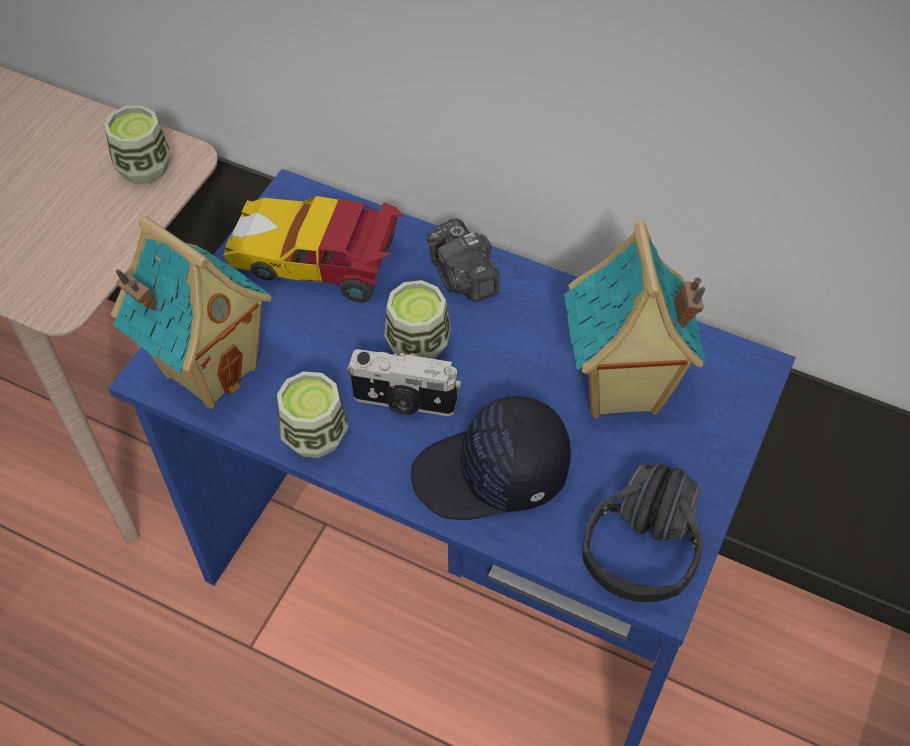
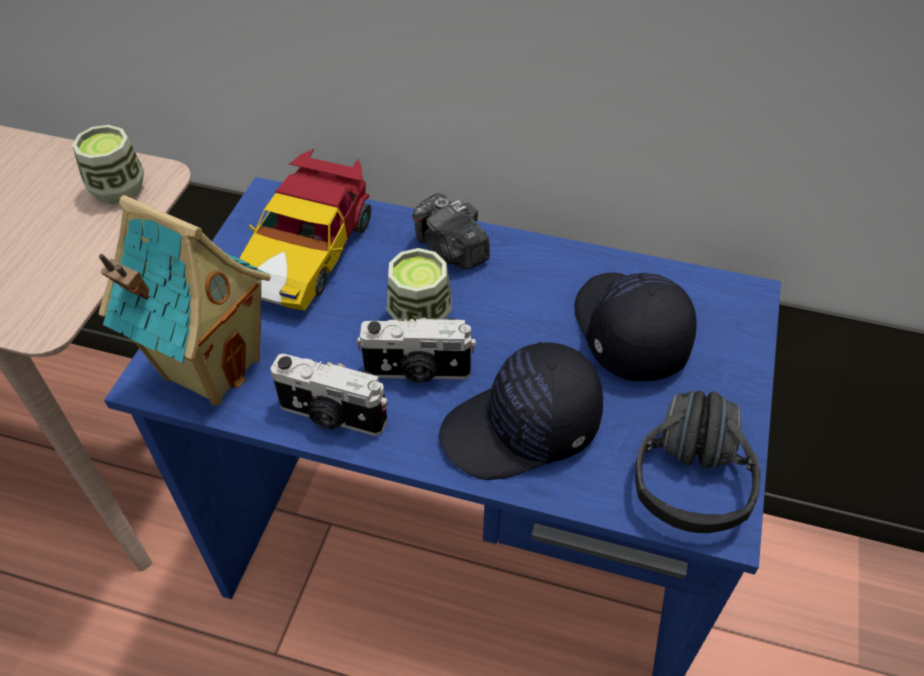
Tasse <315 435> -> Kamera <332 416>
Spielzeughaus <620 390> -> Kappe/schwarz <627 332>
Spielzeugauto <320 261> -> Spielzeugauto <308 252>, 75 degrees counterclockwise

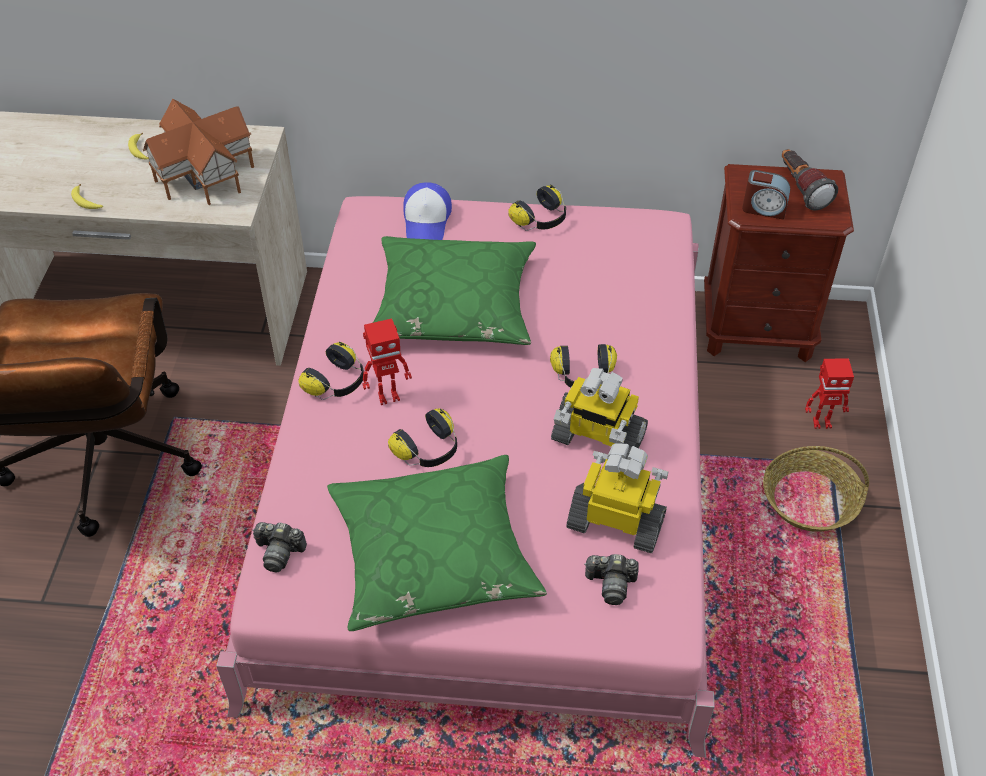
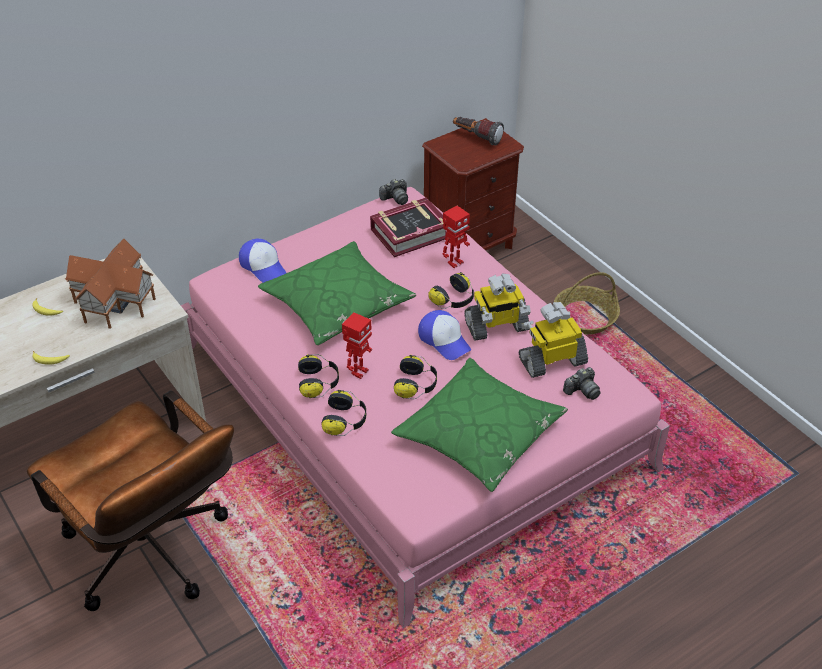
Wecker <764 208> -> none
none -> Buch <410 233>
none -> Kappe <444 340>
Kamera <279 552> -> Kamera <395 198>, shifted
Kopfhörer <541 220> -> Kopfhörer <346 421>, shifted
Spielzeugroboter <821 422> -> Spielzeugroboter <454 262>, shifted

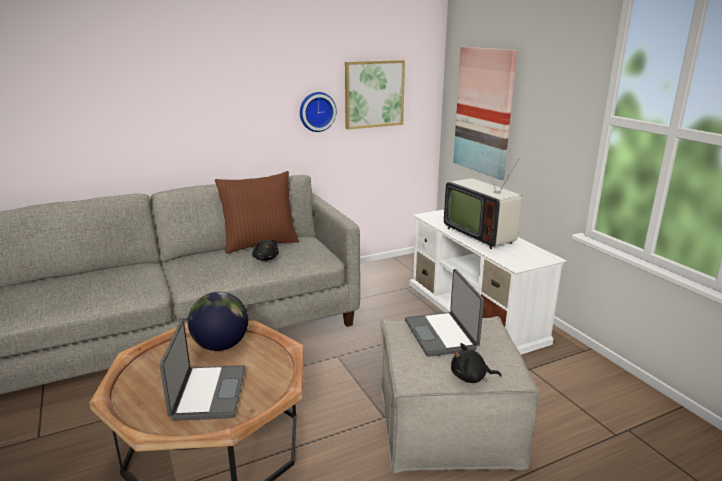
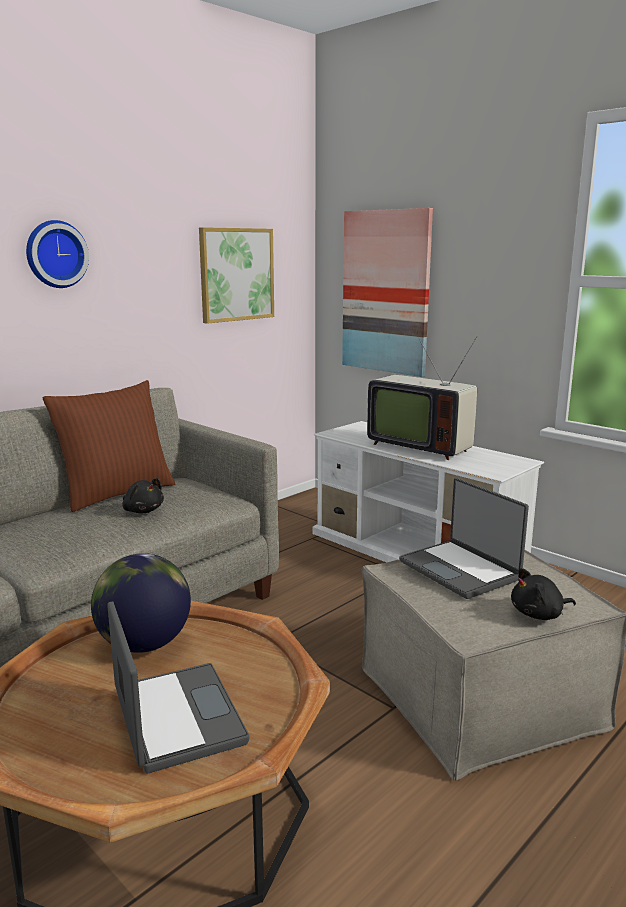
Wanduhr <316 111> -> Wanduhr <55 254>, shifted

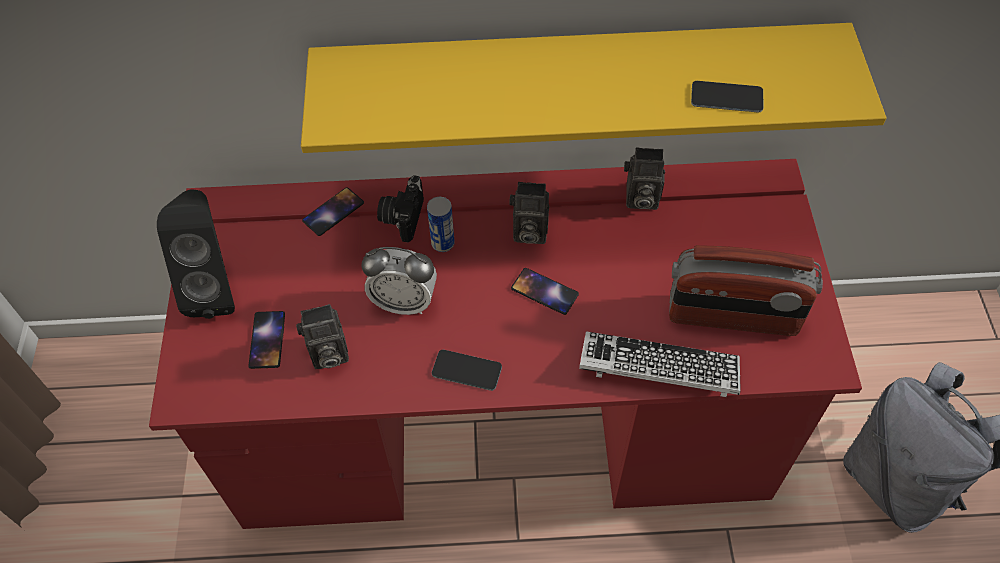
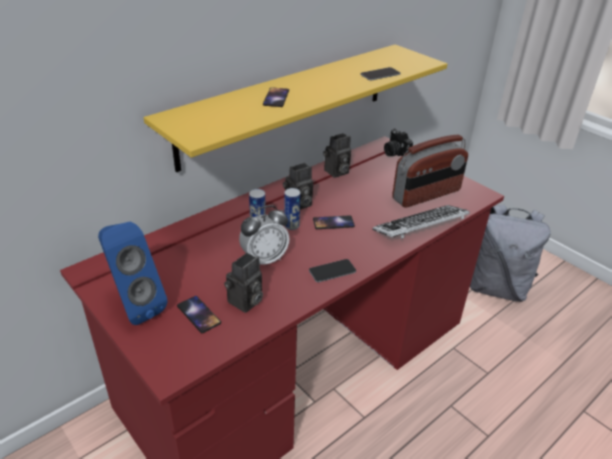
none -> Dose <291 226>
Handy <333 212> -> Handy <276 97>, shifted
Kamera <402 217> -> Kamera <395 153>, shifted
Lautsprecher/schwarz <216 288> -> Lautsprecher/blau <135 306>

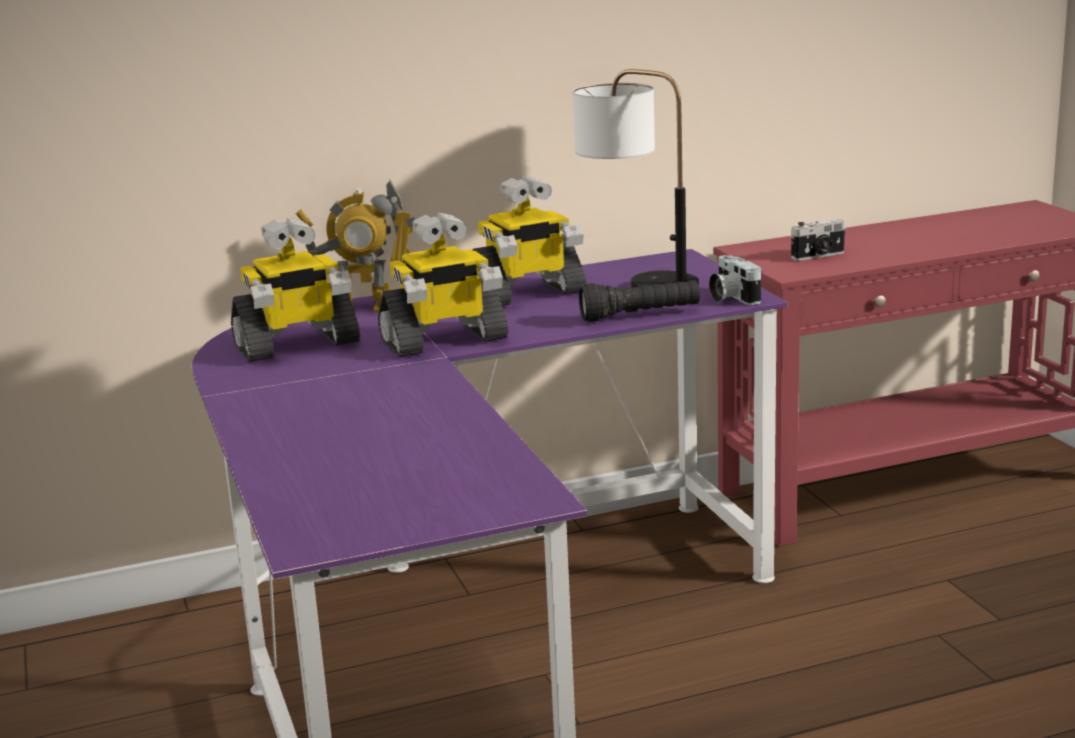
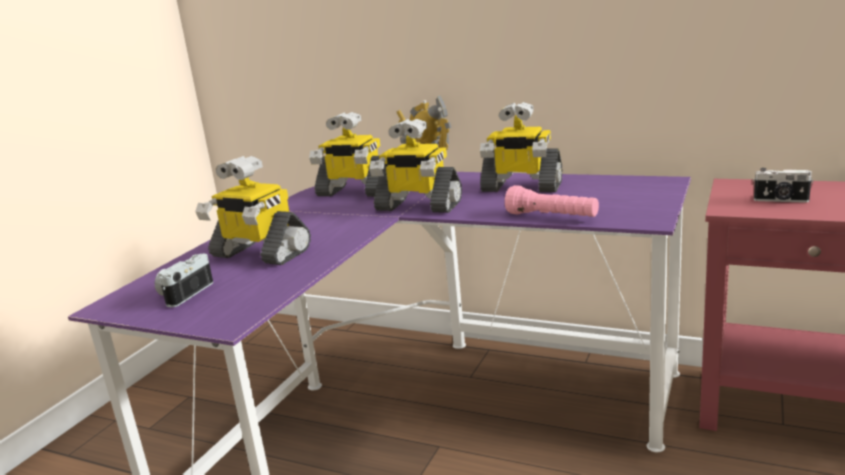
Tischlampe <637 282> -> none
none -> Spielzeugroboter <259 254>
Kamera <730 297> -> Kamera <184 293>, shifted
Taschenlampe/schwarz <640 315> -> Taschenlampe/rosa <552 217>

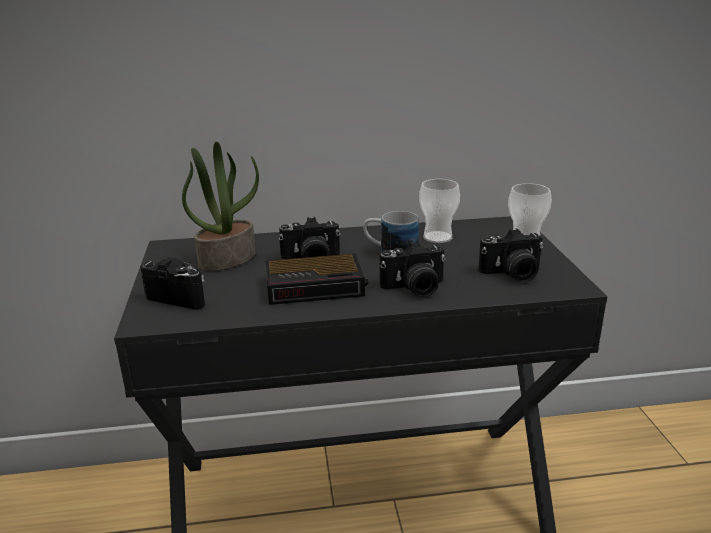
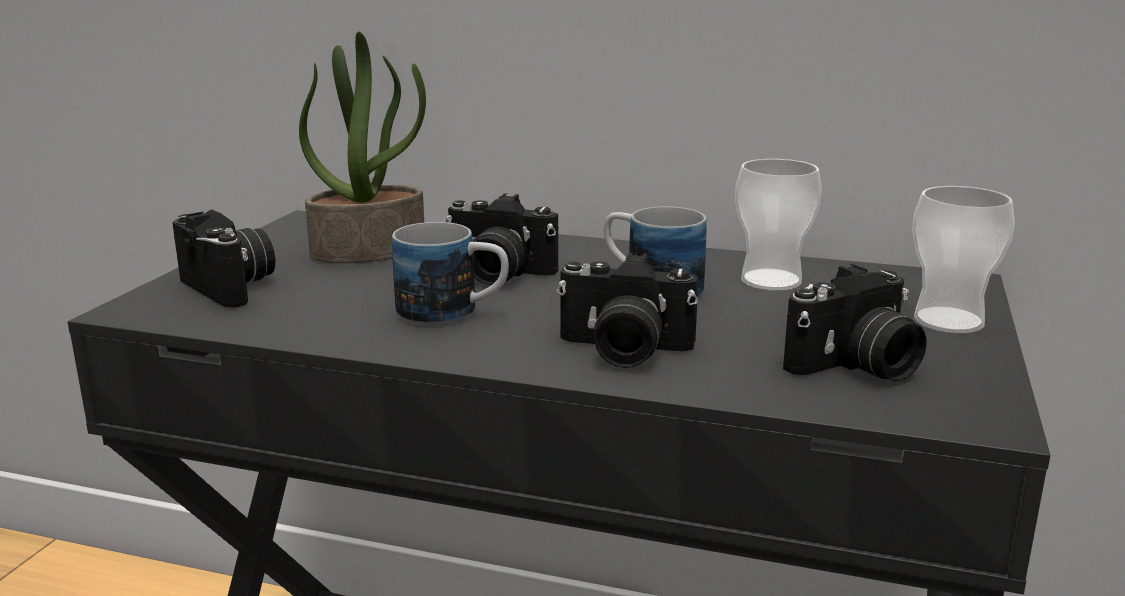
Wecker <317 286> -> Henkelbecher <453 314>
Kamera <512 274> -> Kamera <858 367>, 45 degrees counterclockwise

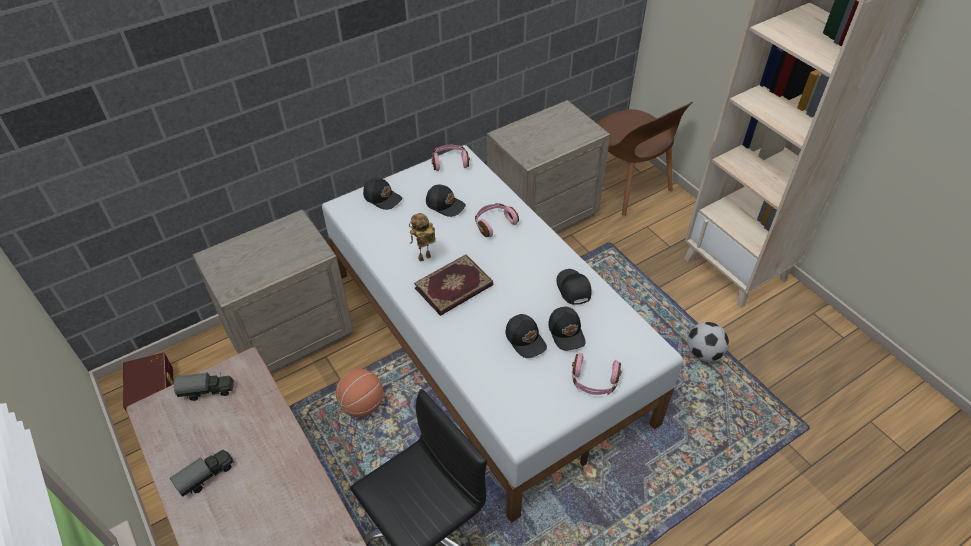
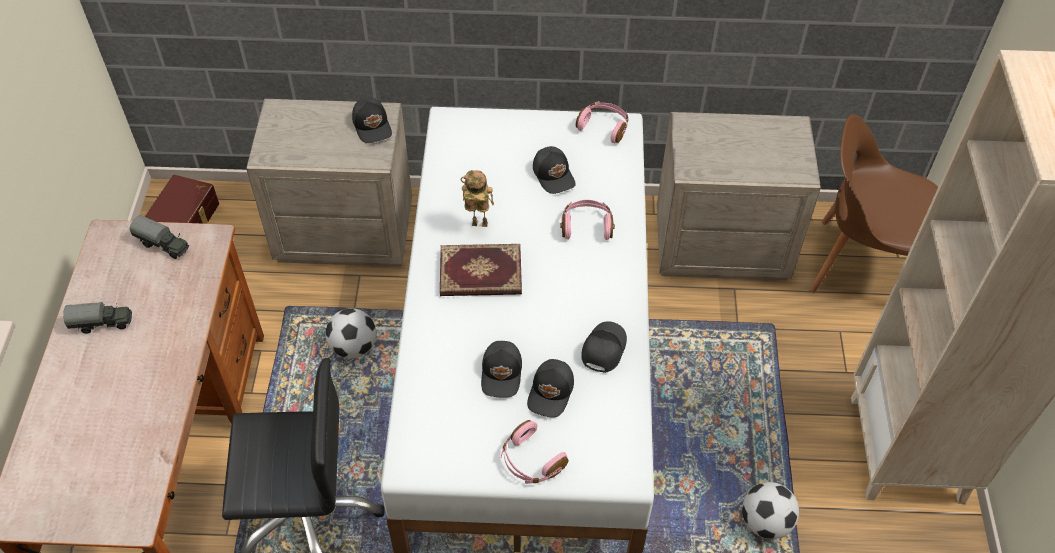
Kappe/schwarz <382 197> -> Kappe/schwarz <373 125>, shifted
Basketball <362 405> -> Fußball <354 347>
Stuhl/braun <626 185> -> Stuhl/braun <862 265>, 105 degrees clockwise

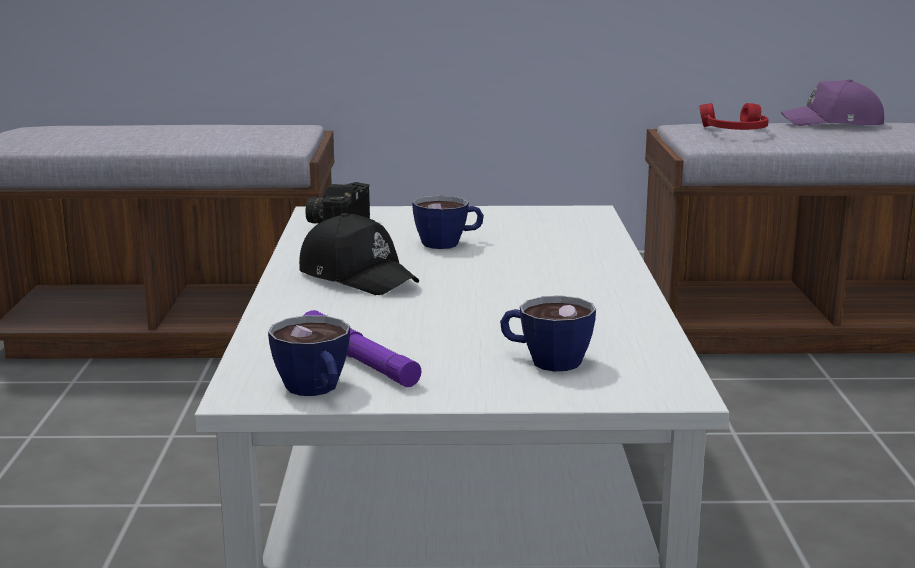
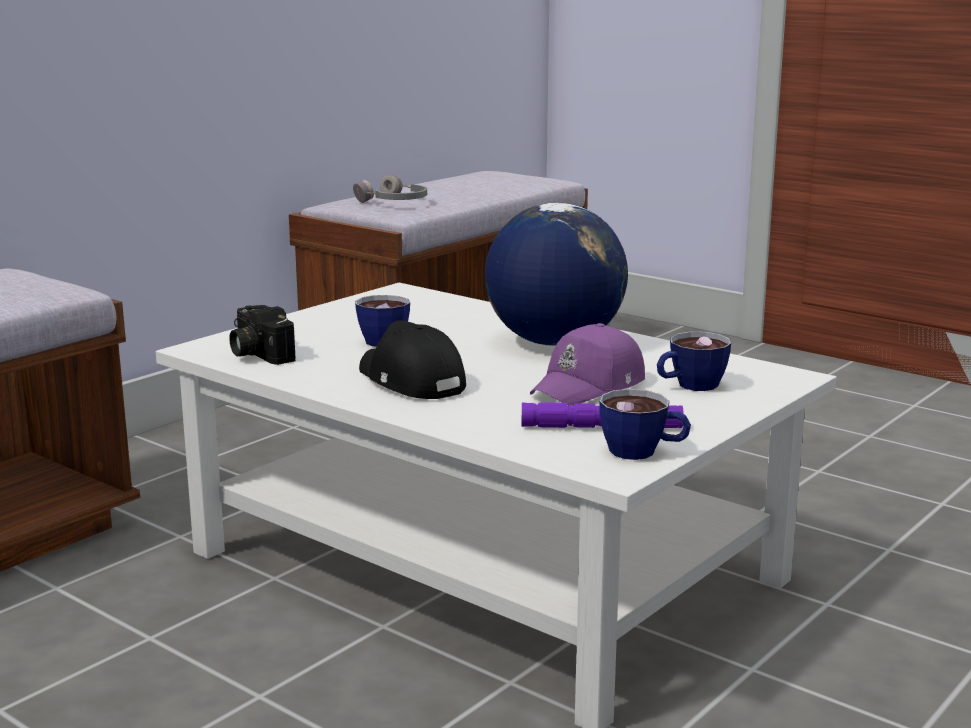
none -> Globus <554 342>
Kappe/lila <834 123> -> Kappe/lila <590 387>, shifted
Kopfhörer/rot <733 131> -> Kopfhörer/grau <394 202>
Kappe/schwarz <358 276> -> Kappe/schwarz <410 381>, 120 degrees counterclockwise

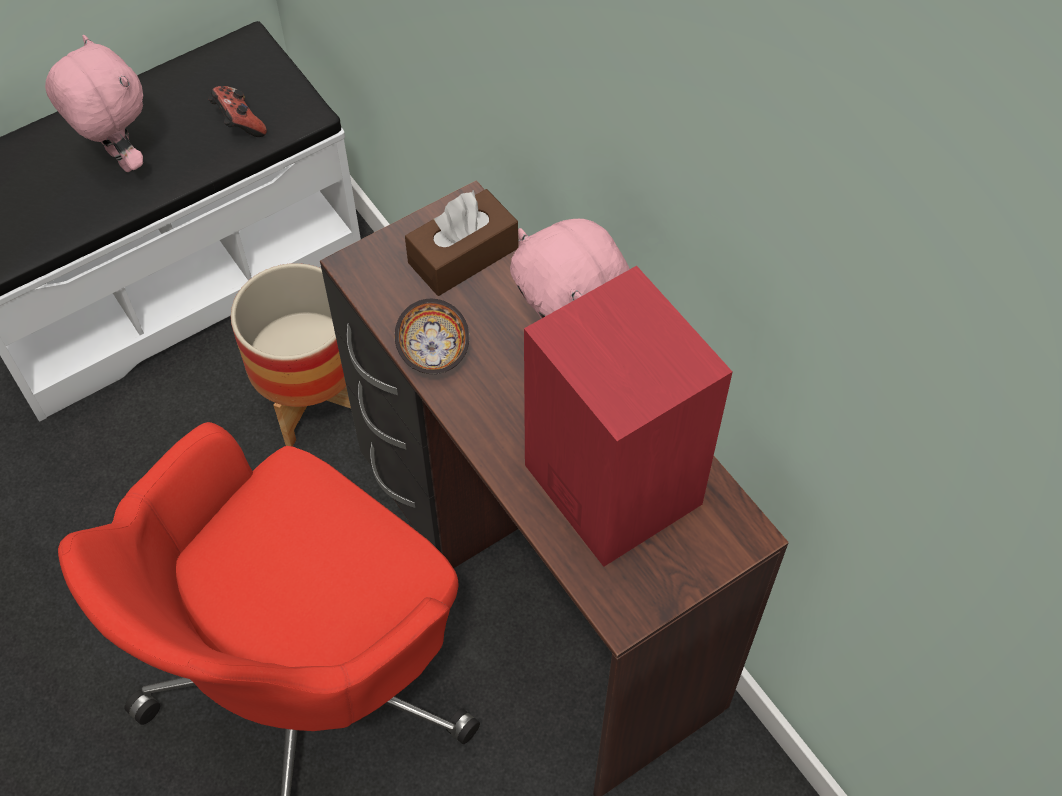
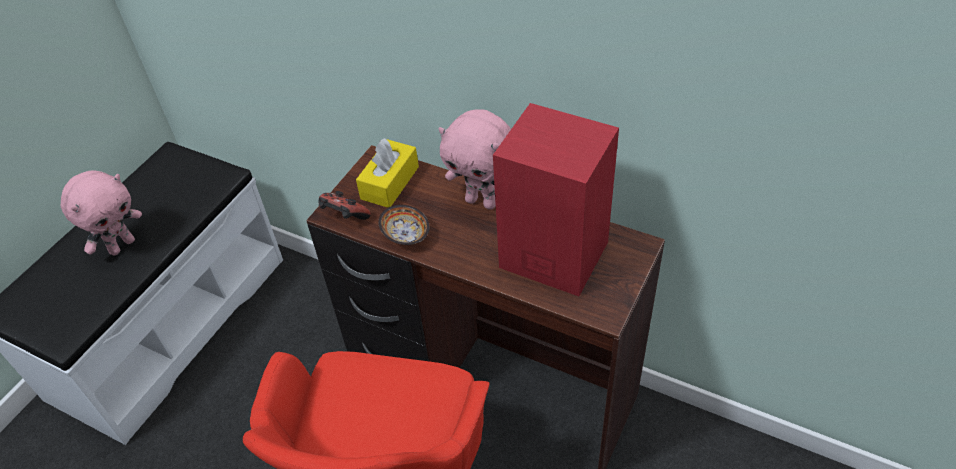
Pflanzkübel <312 401> -> none
Gamepad <239 124> -> Gamepad <344 217>, shifted
Taschentuchbox/braun <463 255> -> Taschentuchbox/gelb <390 183>
Plüschtier/rosa <119 160> -> Plüschtier/rosa <122 245>, 105 degrees clockwise

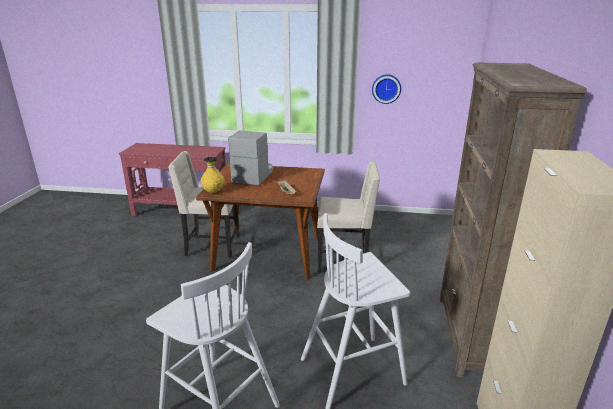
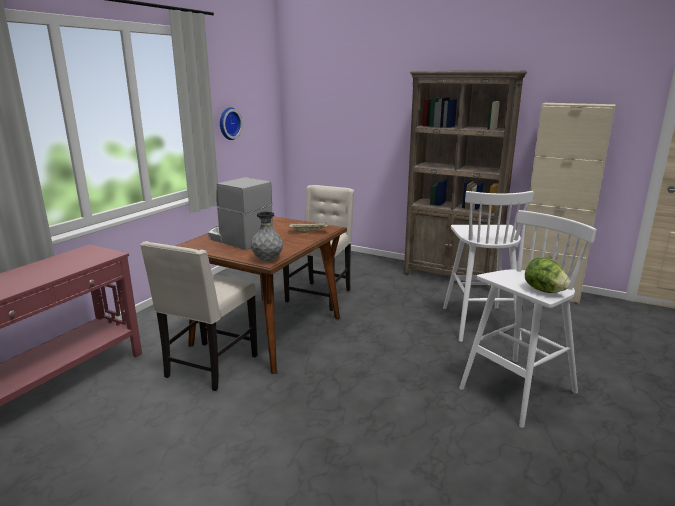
none -> Salatkopf <544 290>
Vase/gelb <213 192> -> Vase/grau <267 260>

